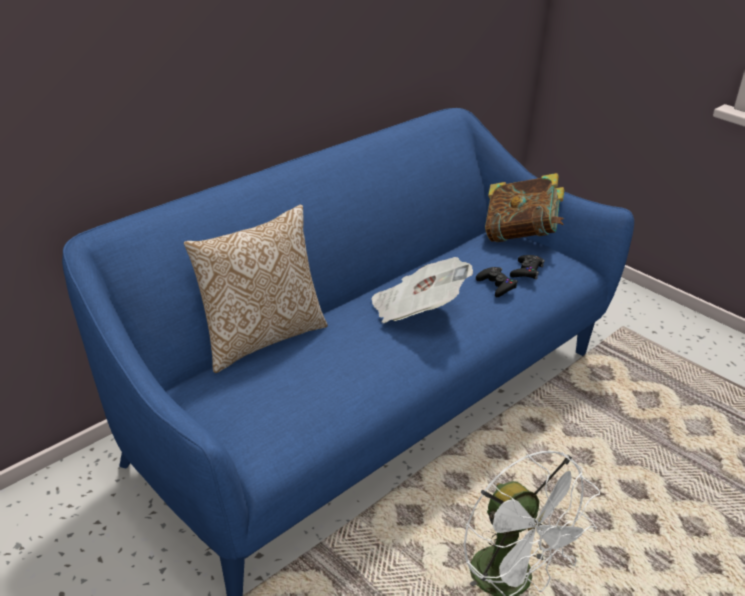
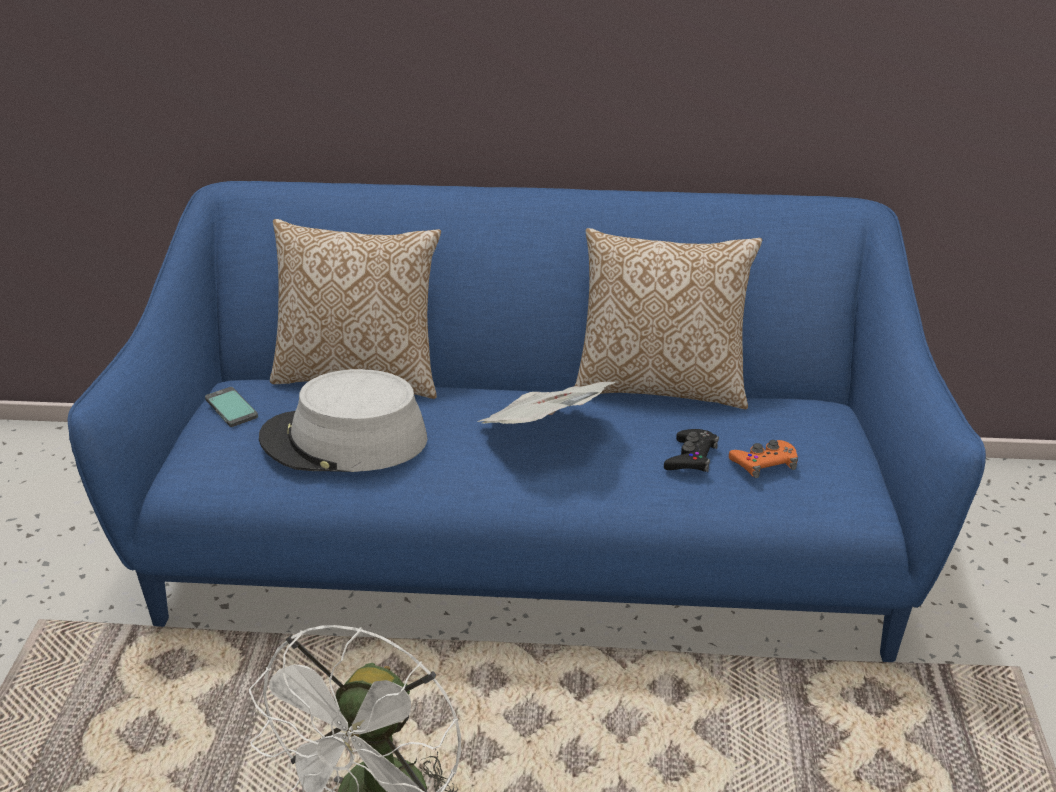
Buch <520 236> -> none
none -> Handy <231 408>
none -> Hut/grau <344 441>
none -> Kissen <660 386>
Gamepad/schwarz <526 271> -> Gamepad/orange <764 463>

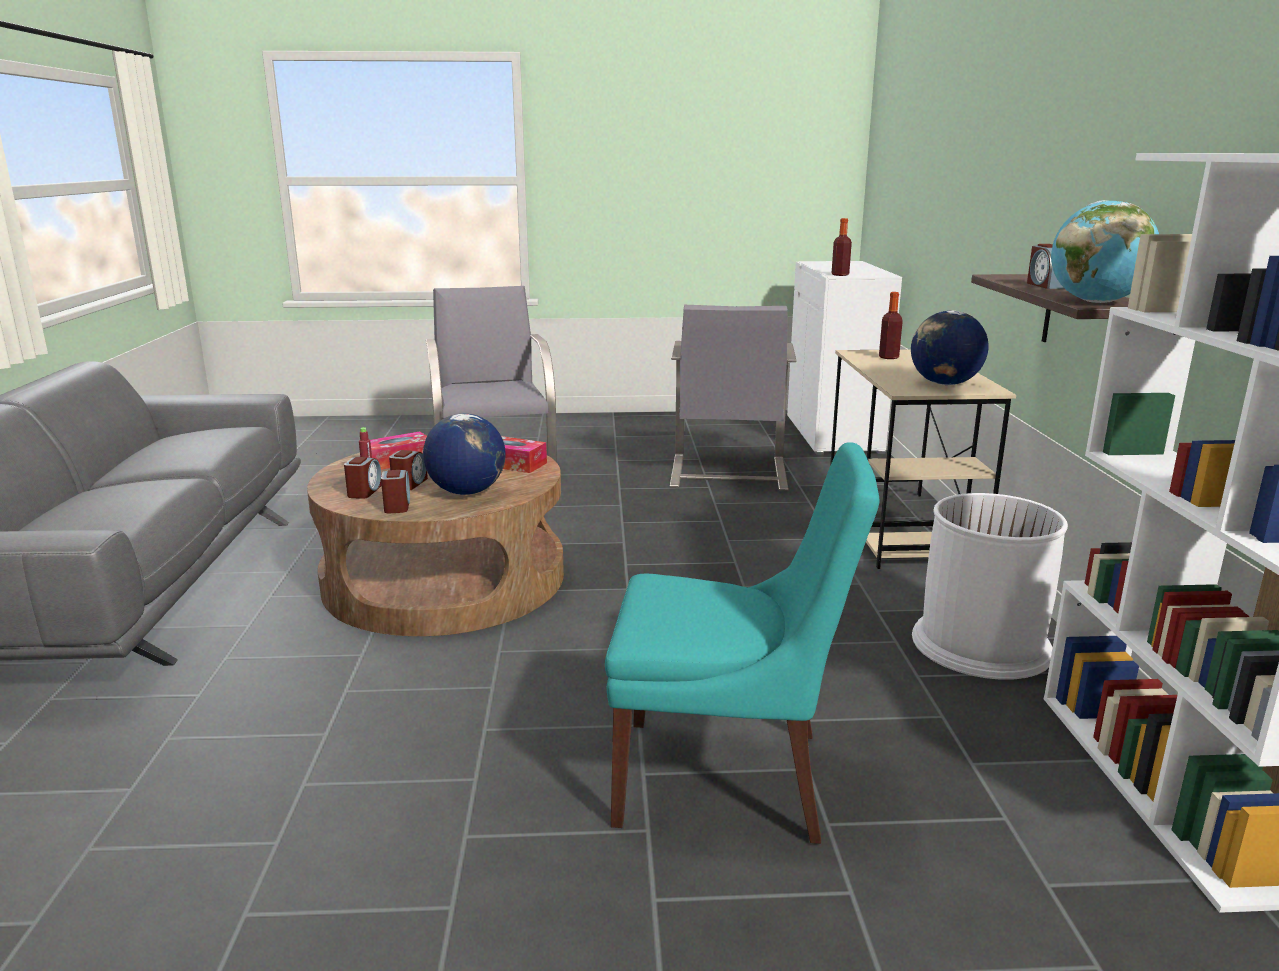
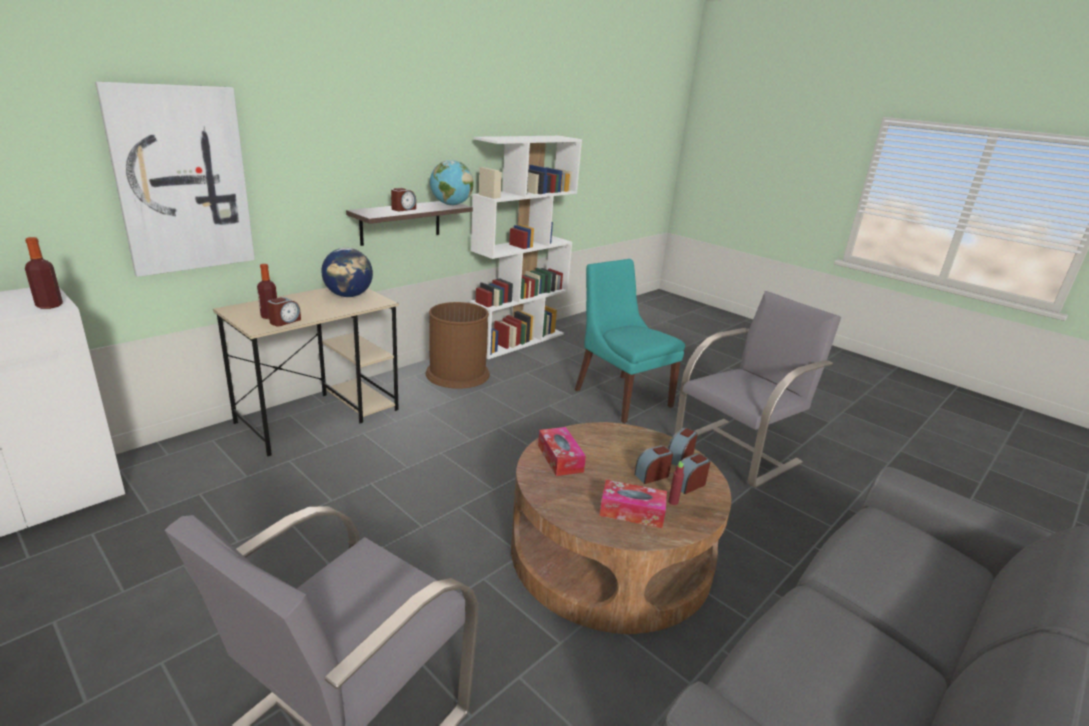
Globus <466 492> -> none
none -> Bild <182 180>
none -> Wecker <285 321>
Sessel/grau <728 474> -> Sessel/grau <738 451>, shifted
Mülleimer/weiß <981 644> -> Mülleimer/braun <457 374>

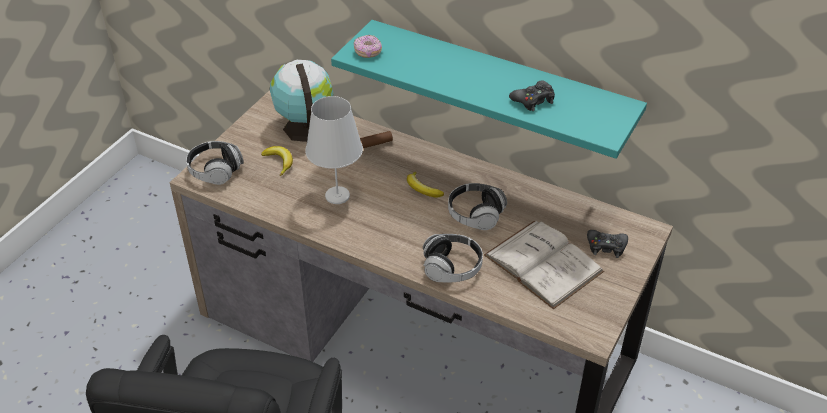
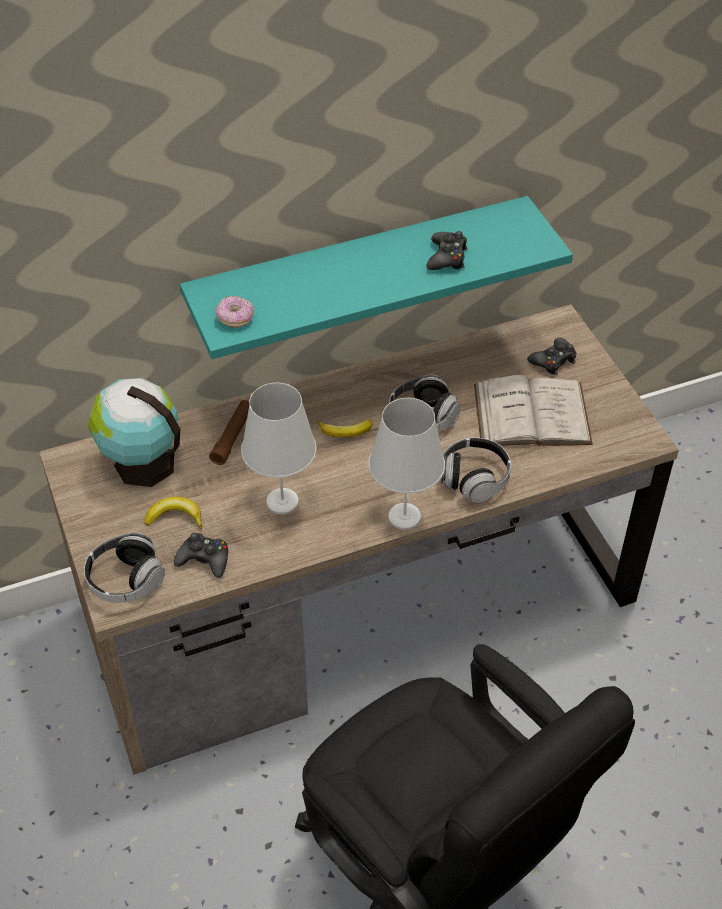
none -> Gamepad/schwarz <204 559>
none -> Tischlampe/weiß <404 517>

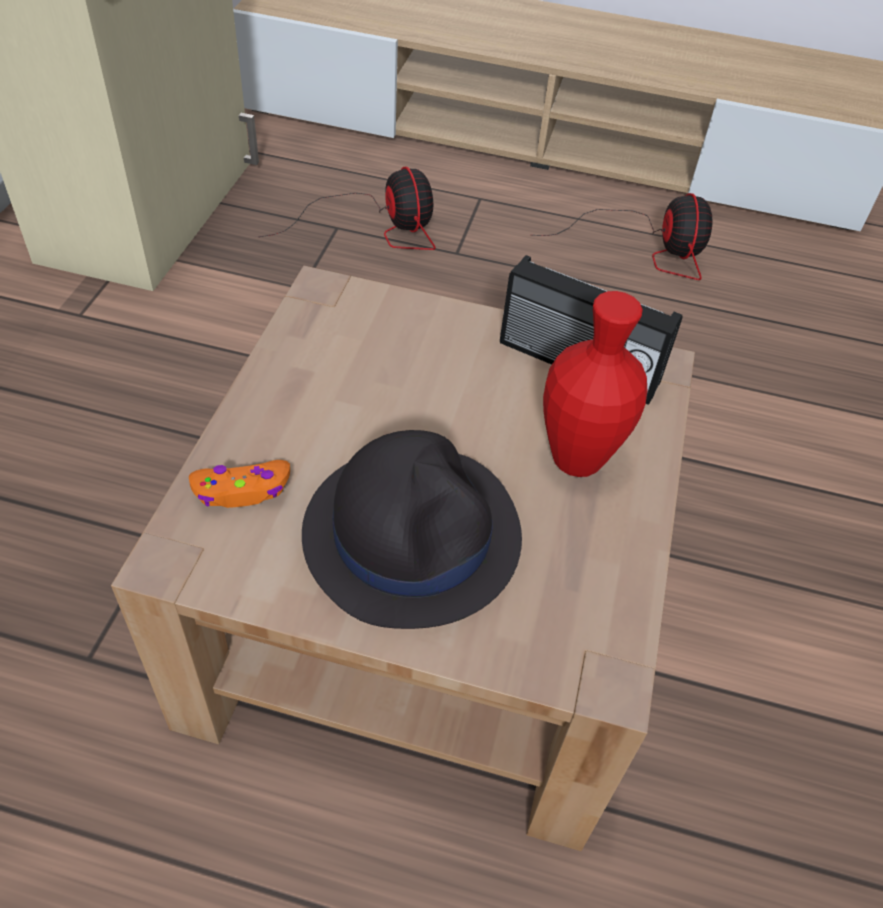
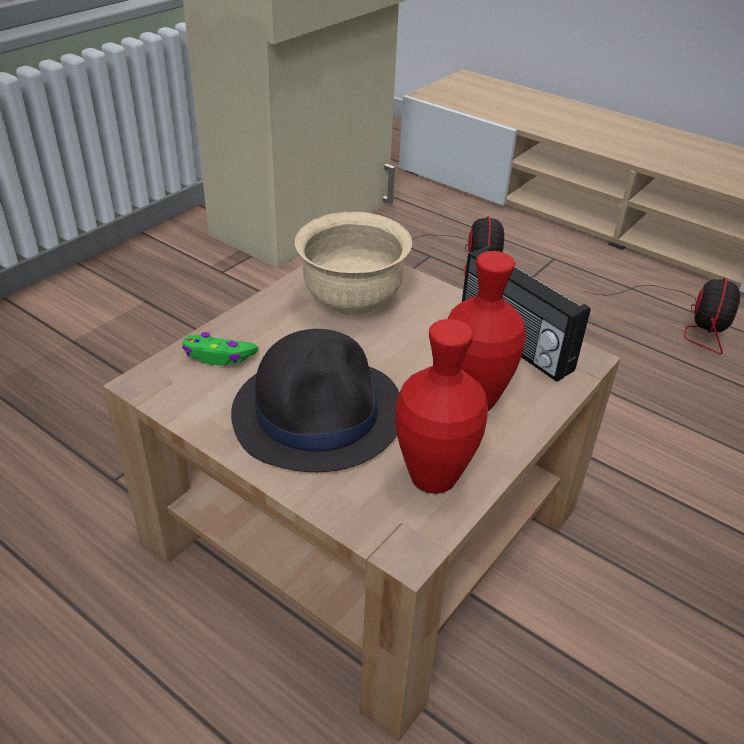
none -> Schüssel/beige <352 300>
none -> Vase/rot <433 478>
Gamepad/orange <242 490> -> Gamepad/grün <219 356>

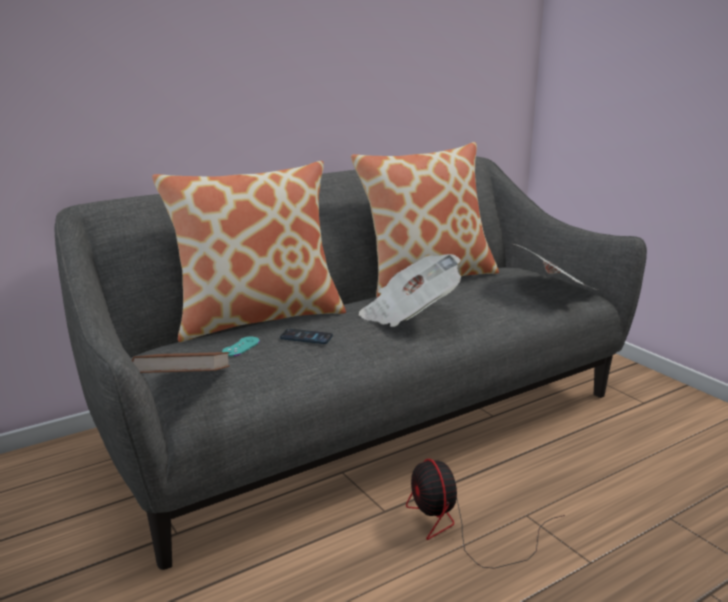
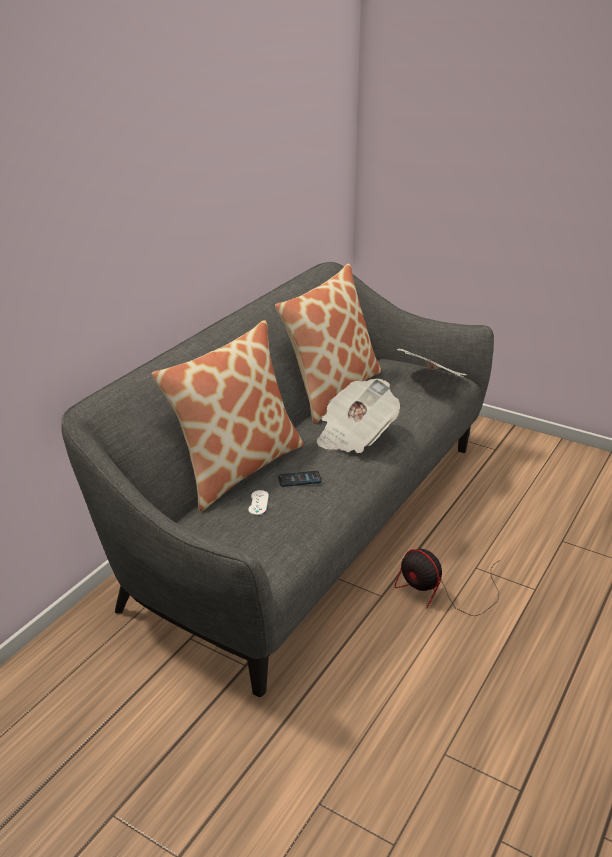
Buch/braun <185 386> -> none
Gamepad/türkis <241 347> -> Gamepad/weiß <258 503>

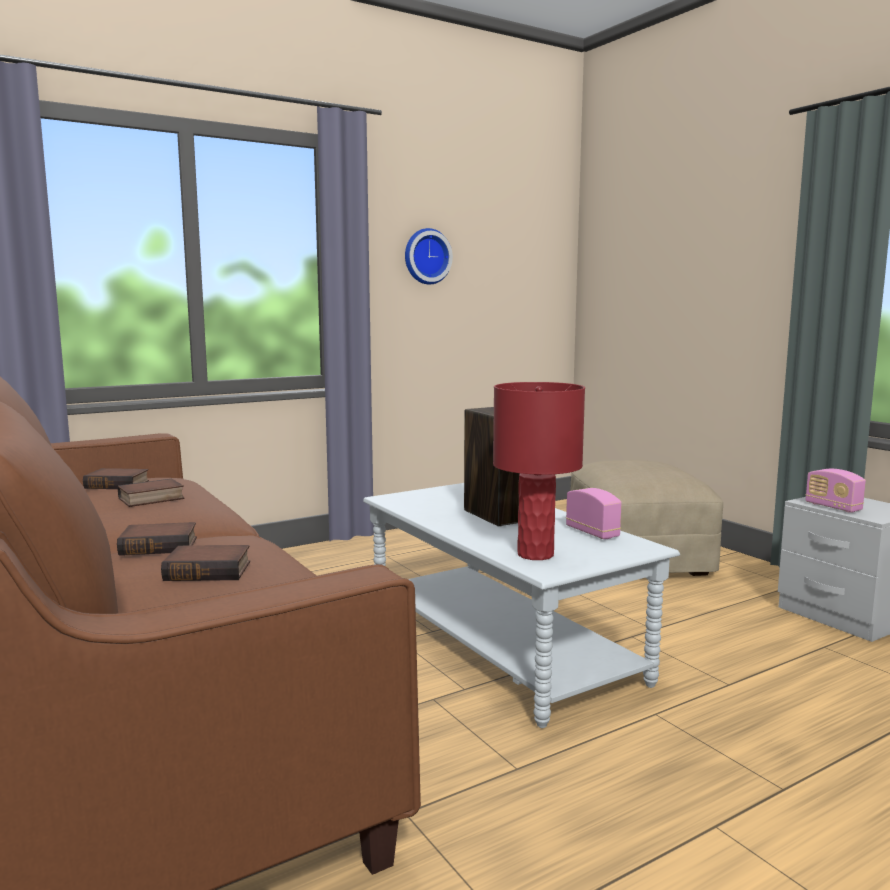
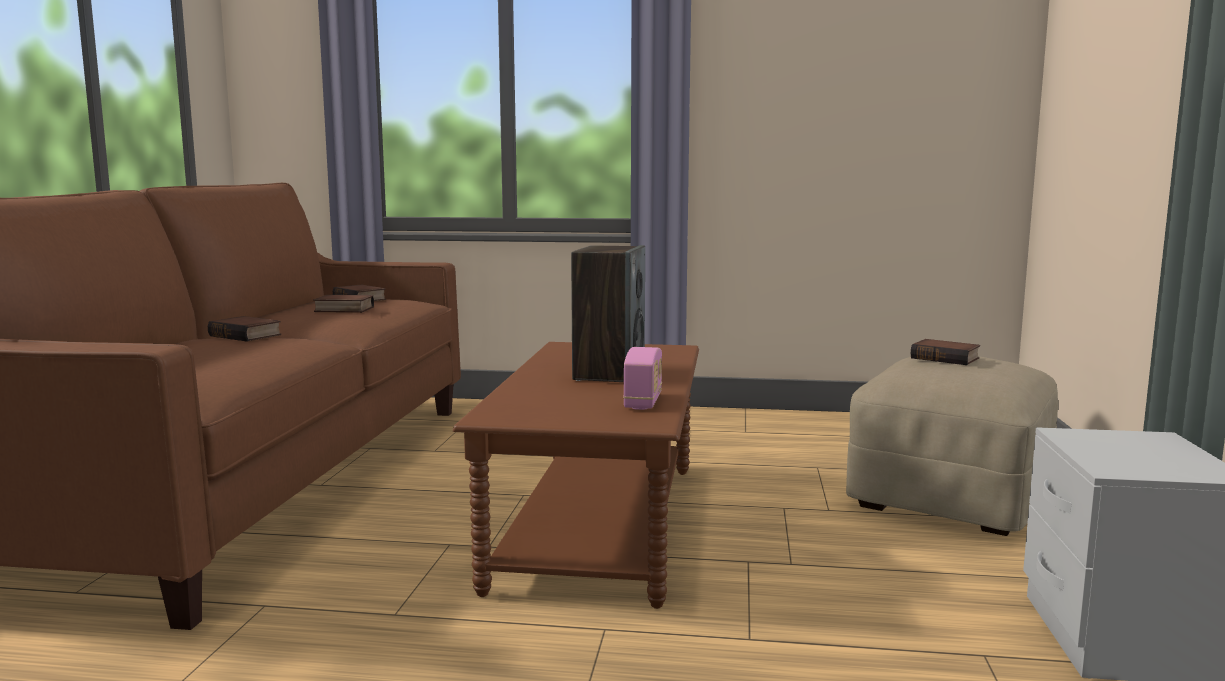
Wanduhr <426 256> -> none
Tischlampe/rot <535 554> -> none
Radio <833 507> -> none
Buch <209 570> -> Buch <946 358>, shifted
Couchtisch/grau <500 643> -> Couchtisch/braun <599 524>

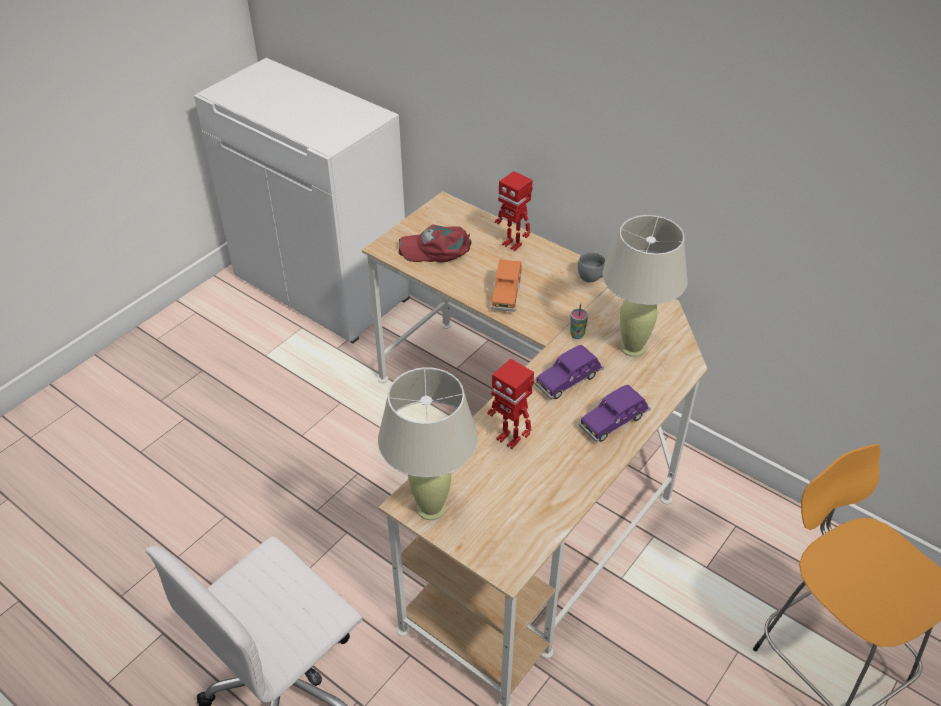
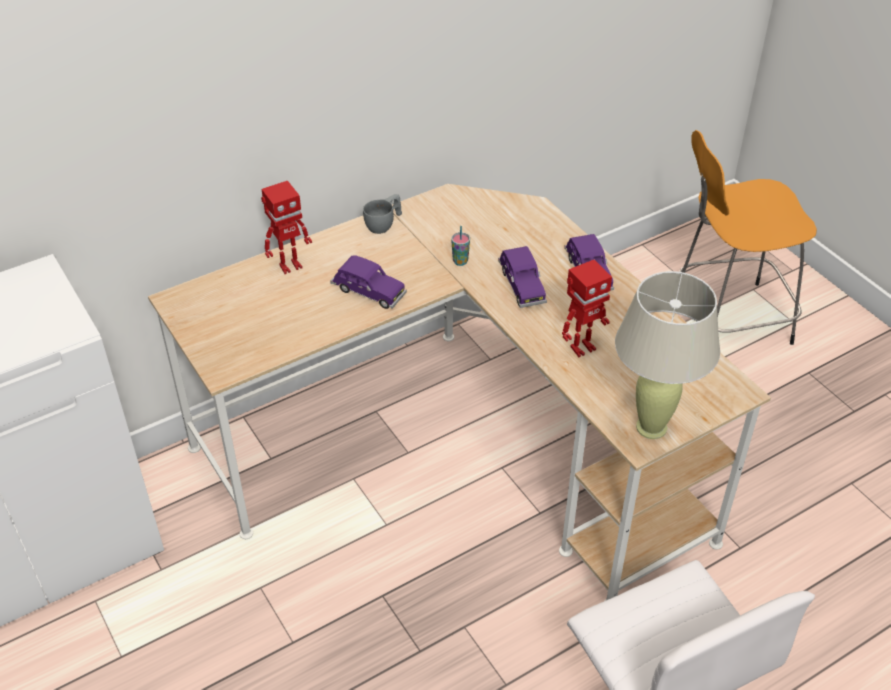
Kappe/rot <436 249> -> none
Tischlampe/beige <633 347> -> none
Spielzeugauto/orange <506 293> -> Spielzeugauto/lila <368 292>

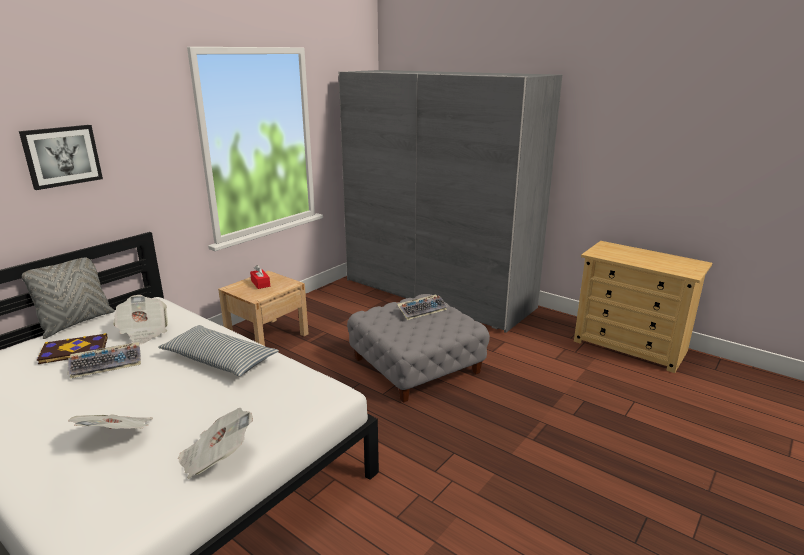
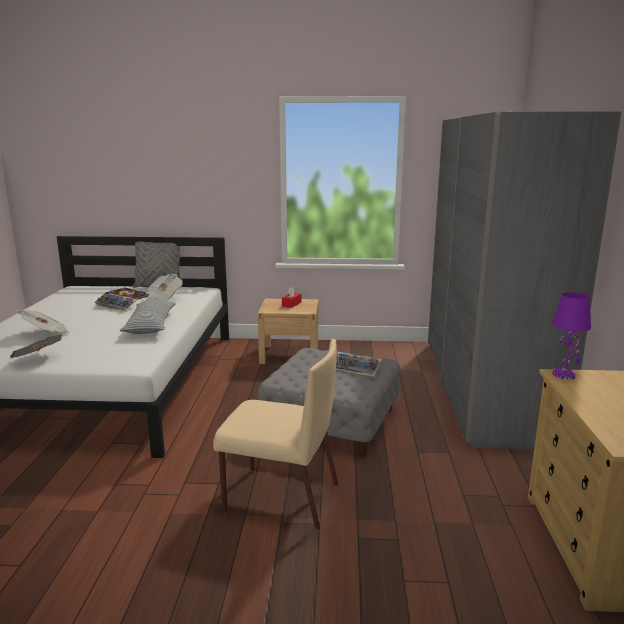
Bild <62 156> -> none
none -> Stuhl/beige <280 497>
none -> Tischlampe/lila <564 375>

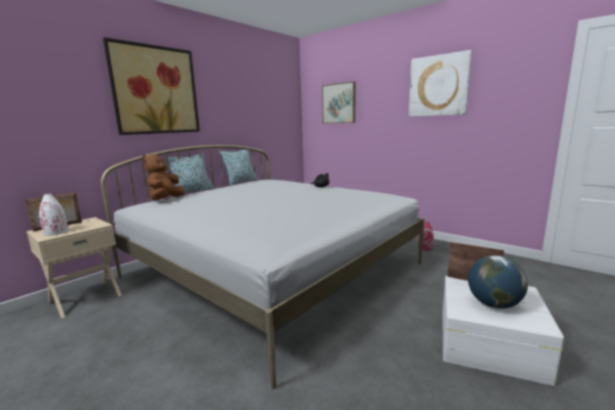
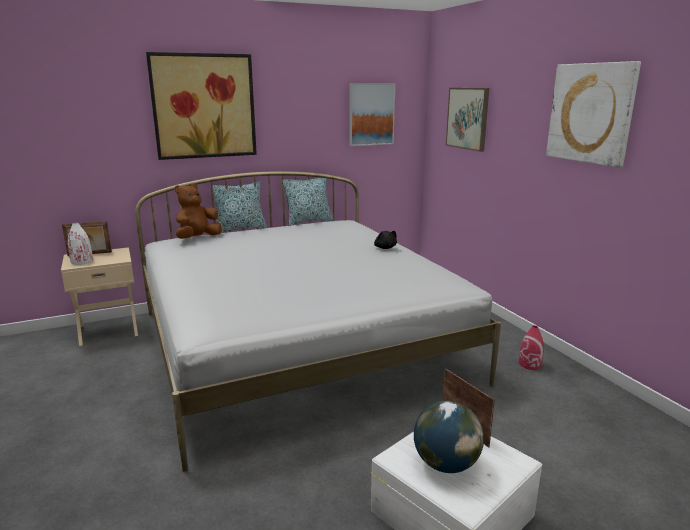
none -> Bild <371 114>

